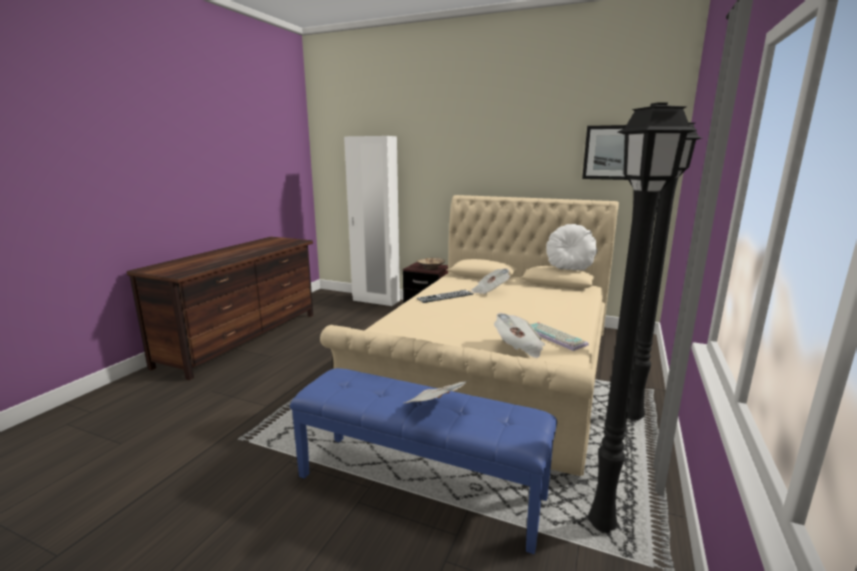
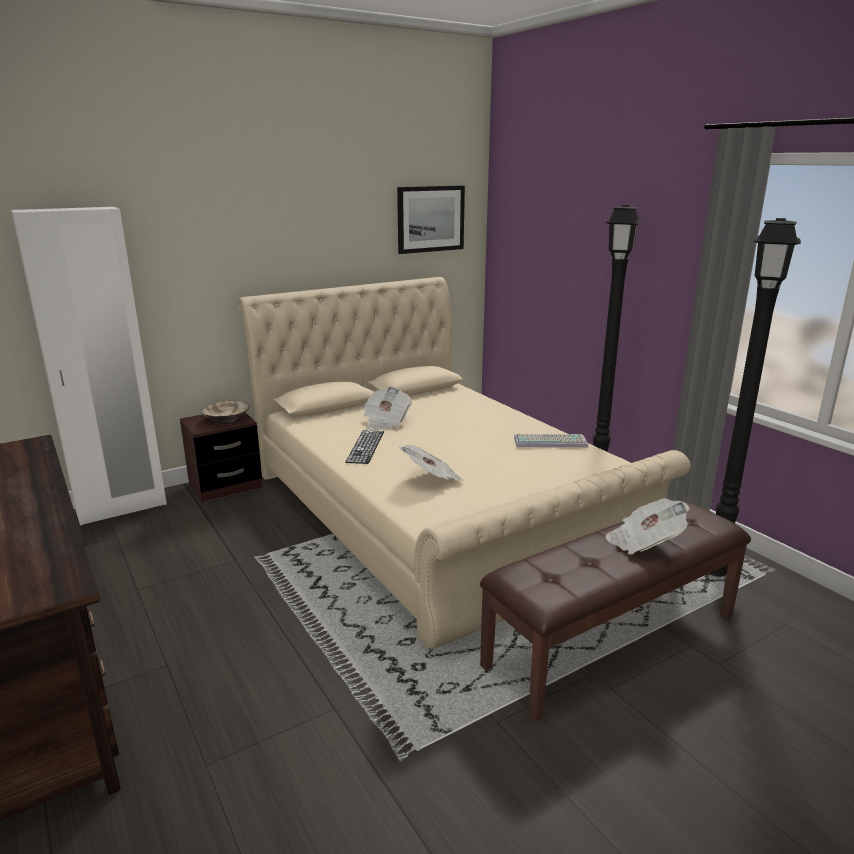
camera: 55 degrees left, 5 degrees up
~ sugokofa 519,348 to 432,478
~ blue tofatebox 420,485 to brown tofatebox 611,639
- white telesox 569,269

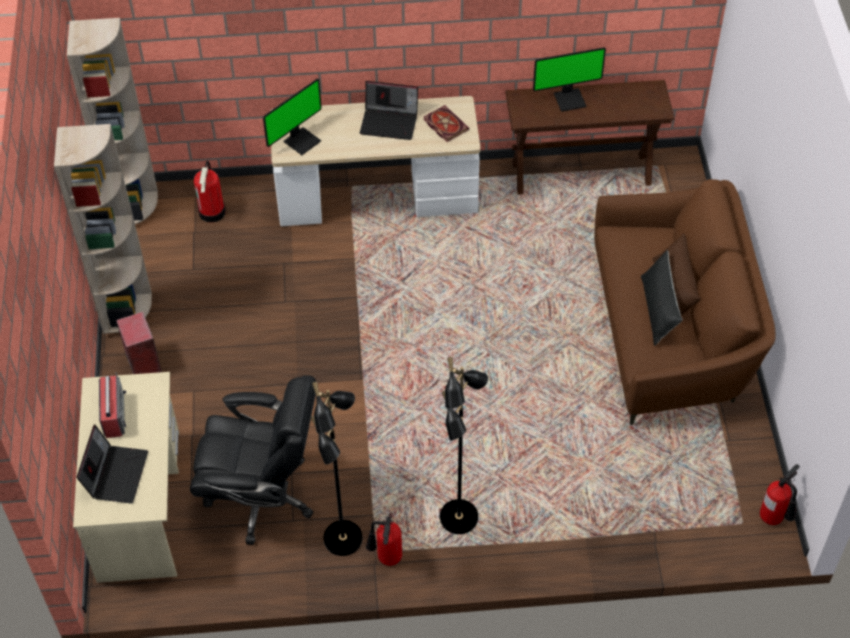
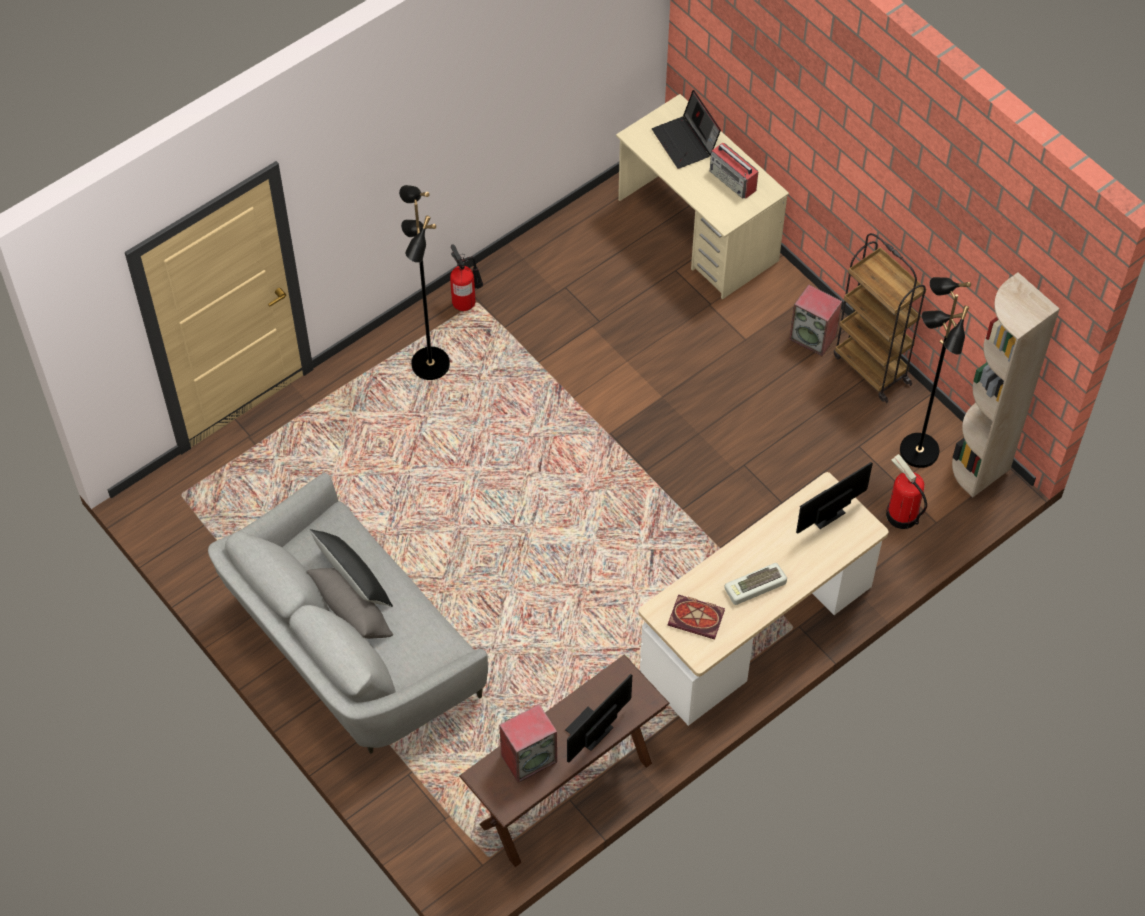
camera: 145 degrees right, 5 degrees up
~ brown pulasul 671,332 to grey pulasul 351,649
+ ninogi 529,757
~ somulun 390,122 to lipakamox 755,587
~ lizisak 301,140 = 823,512 45 degrees clockwise
~ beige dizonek 127,316 to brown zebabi 871,369
~ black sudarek 344,539 to 917,451
- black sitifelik 261,495
- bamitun 775,518

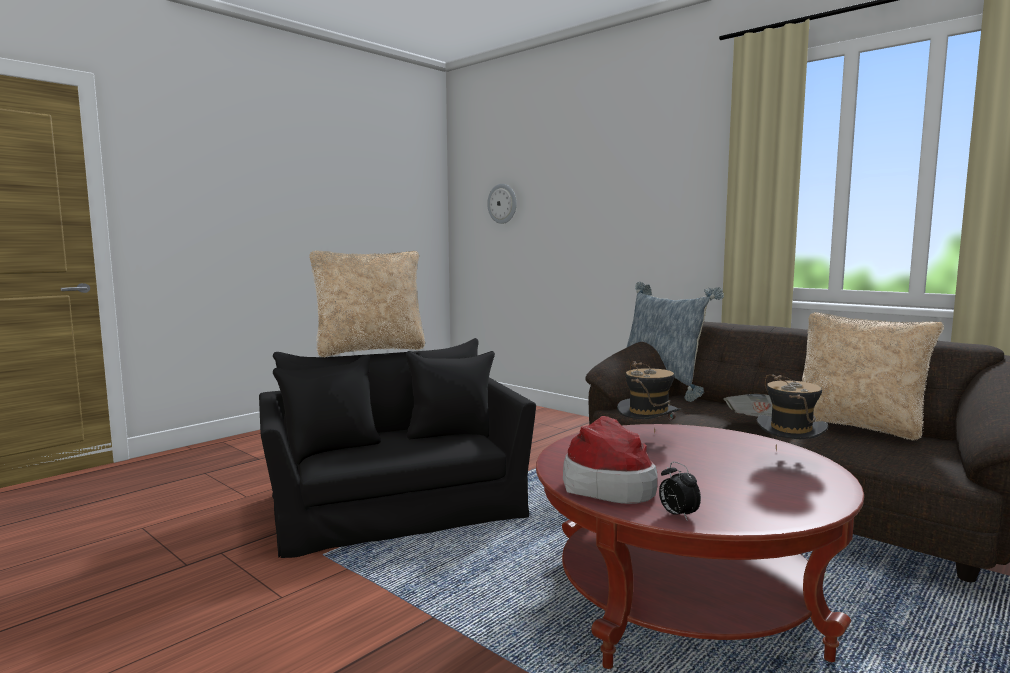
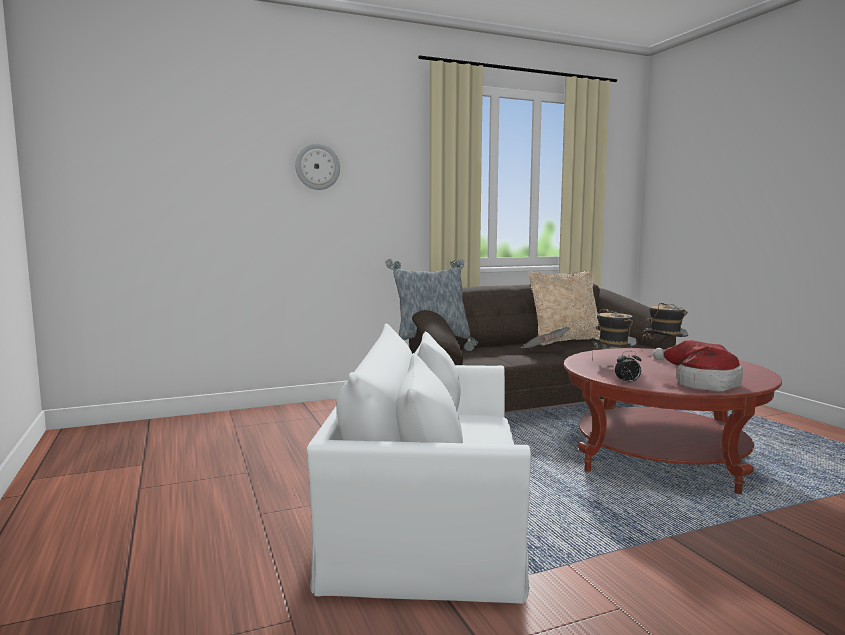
camera: 65 degrees left, 0 degrees up
~ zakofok 502,203 to 317,167
~ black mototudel 396,505 to white mototudel 427,519
~ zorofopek 677,515 to 627,382
- beige telesox 371,352

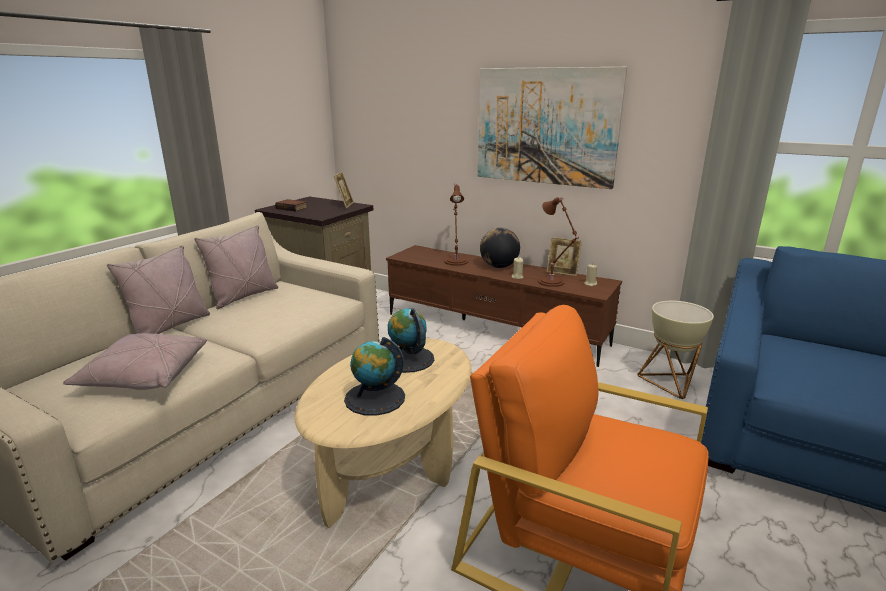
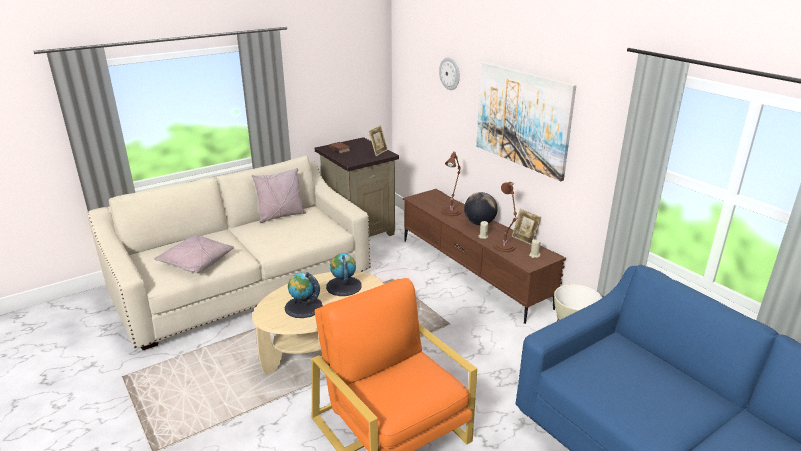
camera: 25 degrees right, 5 degrees up
+ zakofok 450,73
- purple telesox 170,327

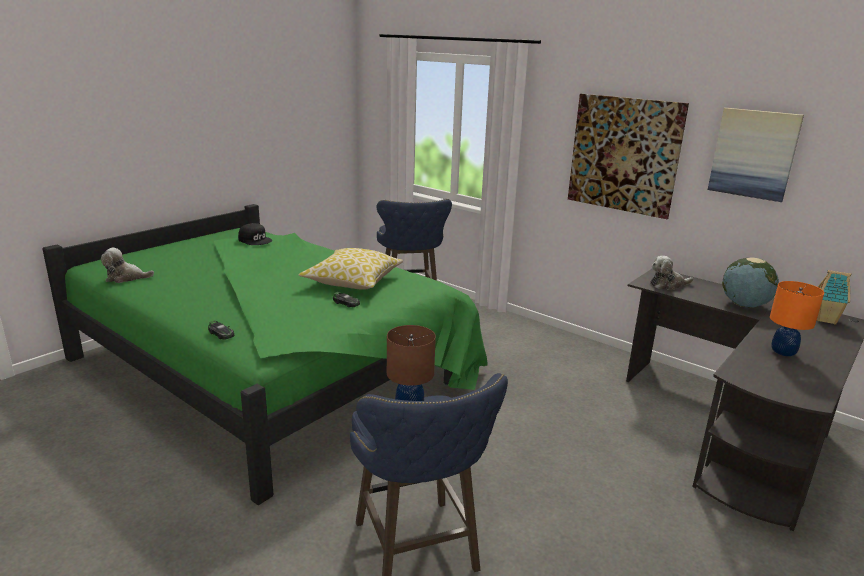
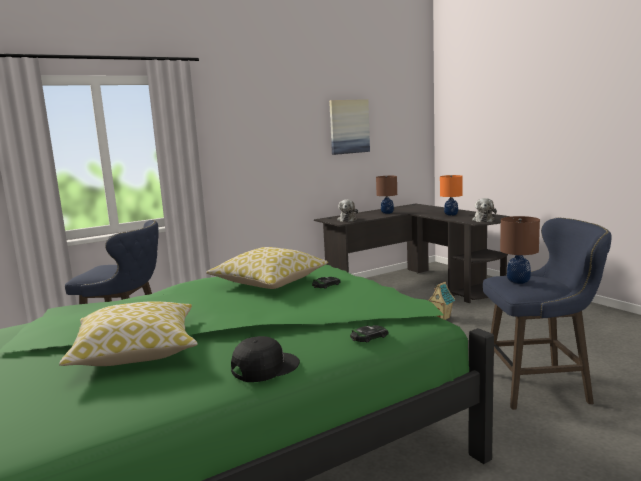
camera: 70 degrees left, 10 degrees down
+ telesox 137,352
~ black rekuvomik 255,240 to 264,367
~ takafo 744,305 to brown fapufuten 387,213
~ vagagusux 826,320 to 442,318
~ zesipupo 126,278 to 483,220
- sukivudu 624,154

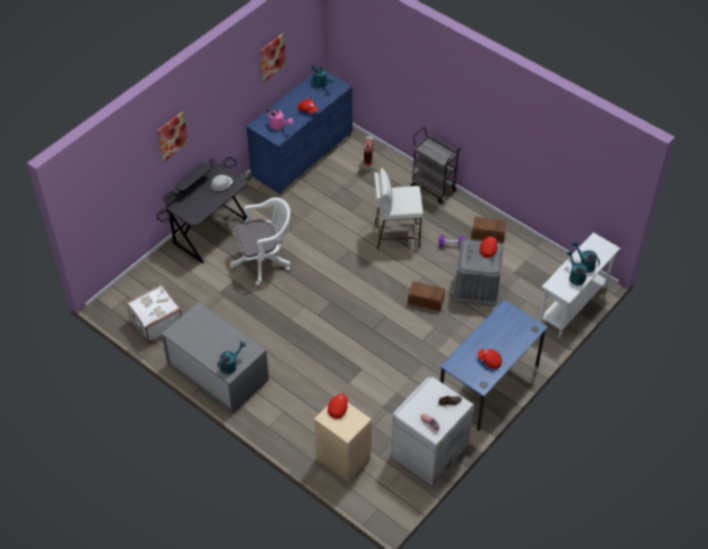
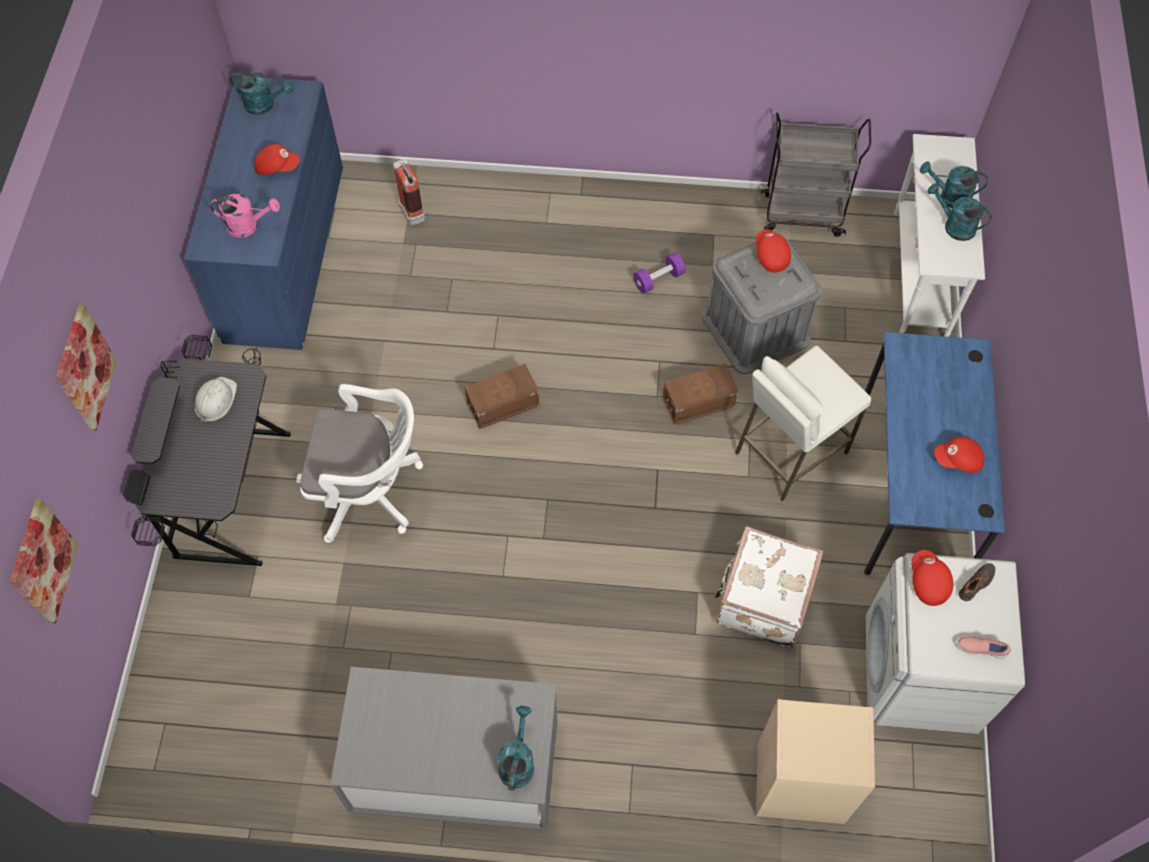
camera: 35 degrees left, 10 degrees up
~ sukivudu 272,57 to 42,562
~ white sitifelik 264,260 = 370,491 60 degrees clockwise
~ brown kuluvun 488,235 to 504,405
~ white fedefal 156,322 to 762,599
~ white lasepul 396,235 to 790,452
~ grey zebabi 433,188 to 803,215
~ red rekuvomik 338,408 to 927,582

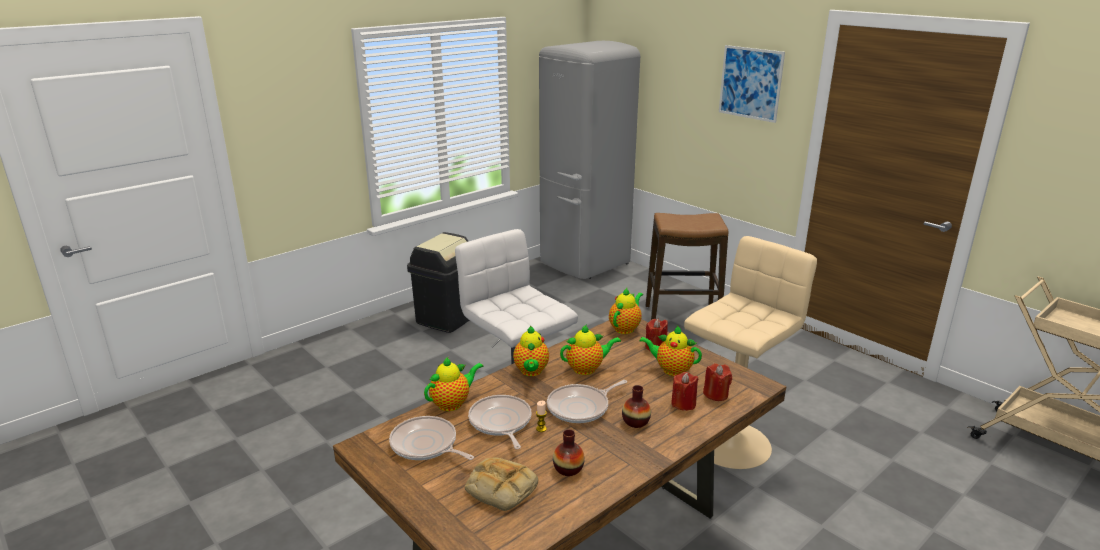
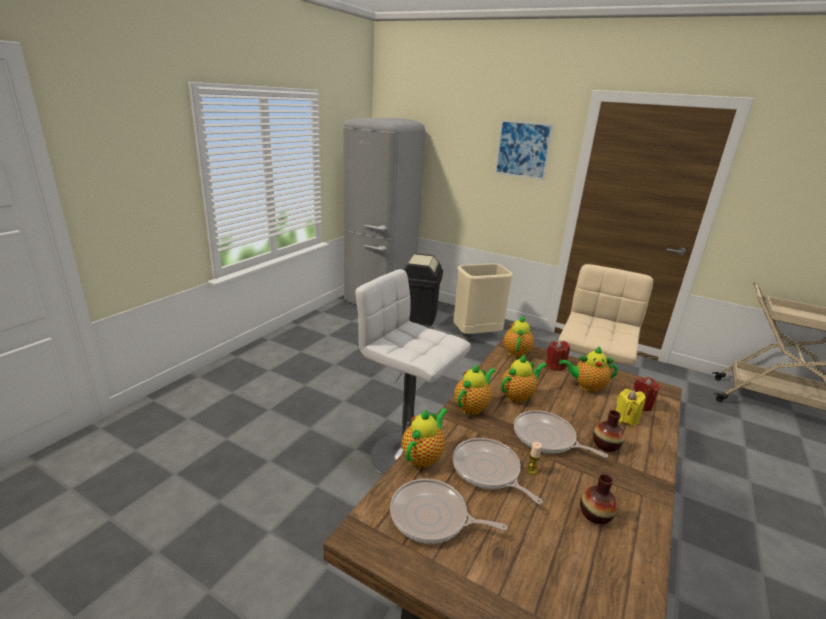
camera: 20 degrees left, 0 degrees up
~ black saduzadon 446,318 to 418,316
~ lasepul 682,317 to beige saduzadon 476,334
~ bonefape 531,372 = 472,407 120 degrees counterclockwise
~ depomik 581,407 = 547,438 90 degrees clockwise
~ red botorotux 683,404 to yellow botorotux 625,418
- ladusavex 500,489

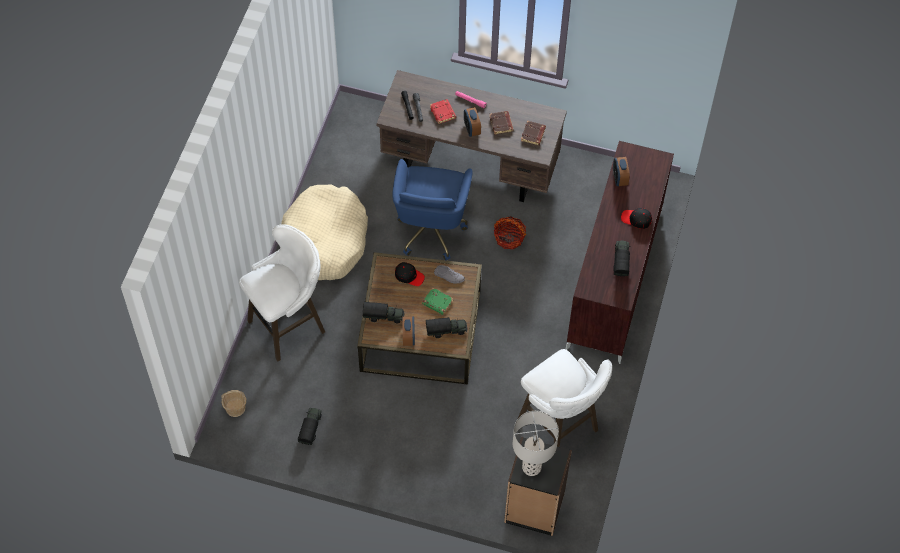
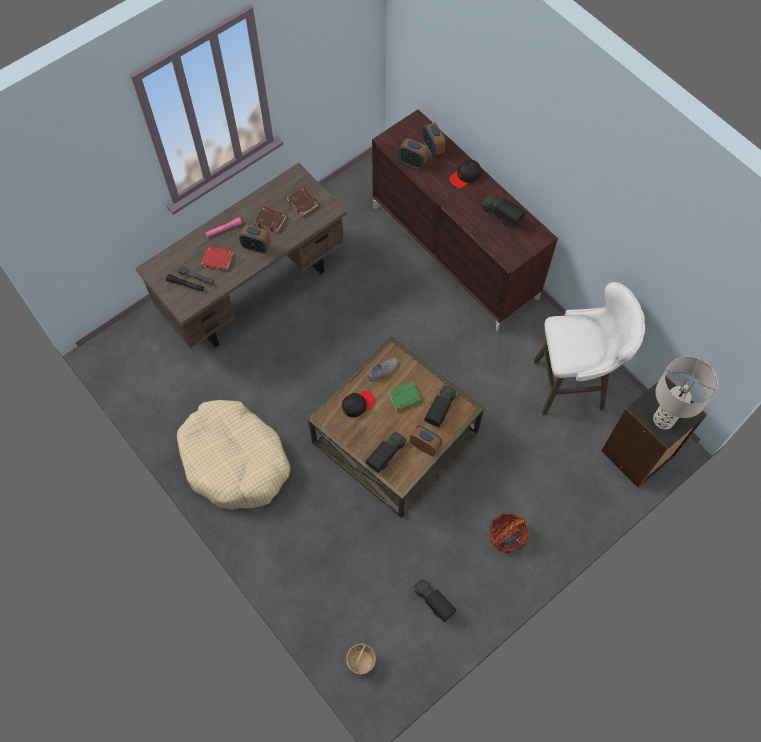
camera: 55 degrees left, 5 degrees up
+ zorofopek 433,148
~ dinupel 509,238 to 506,537
- white lasepul 289,325
- blue sitifelik 431,229

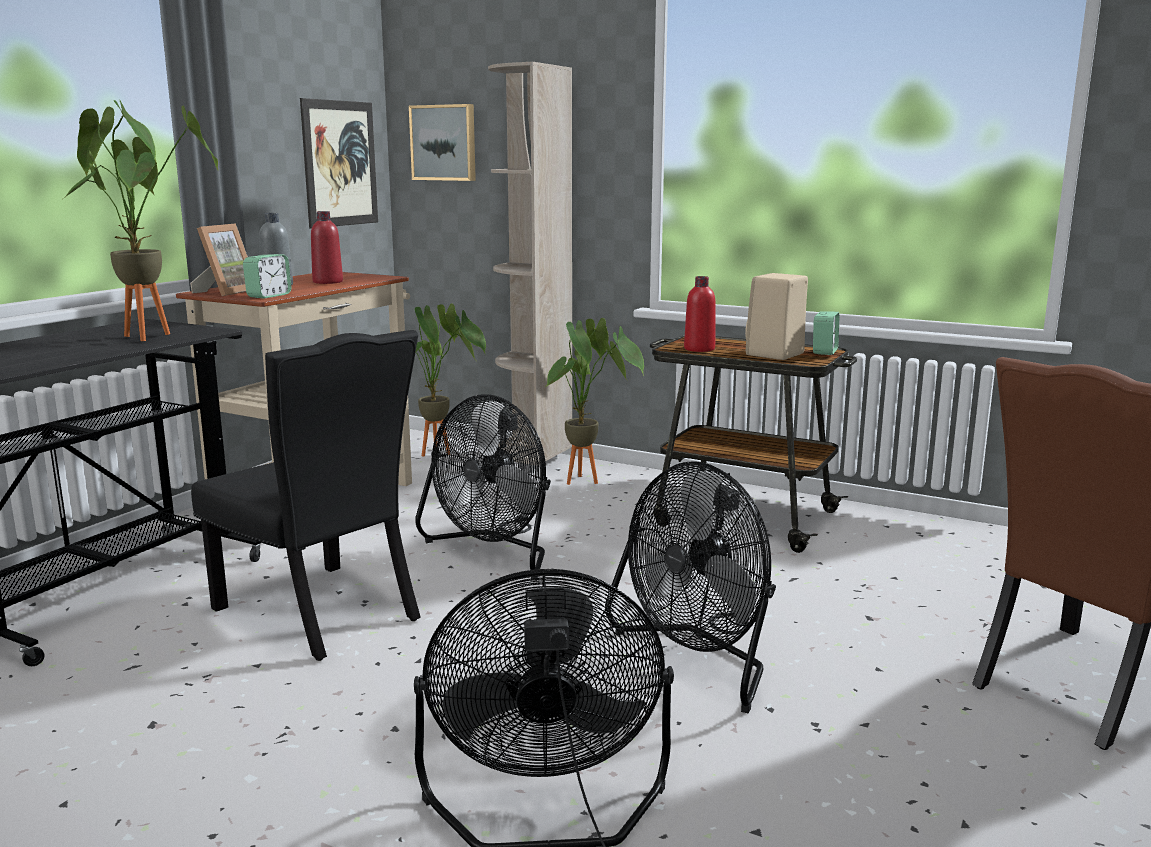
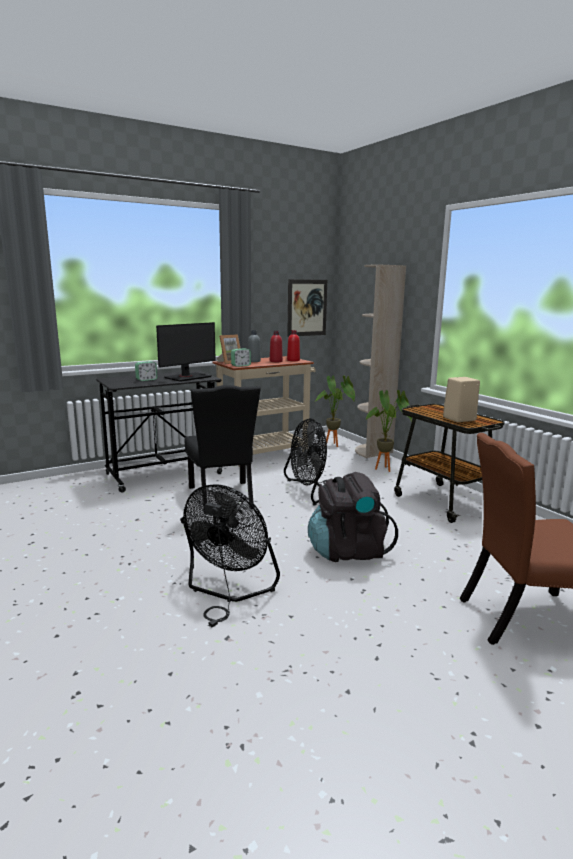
camera: 30 degrees right, 0 degrees up
~ zorofopek 824,351 to 146,380
~ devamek 150,335 to lizisak 187,377
~ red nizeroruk 699,349 to 293,360
~ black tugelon 701,655 to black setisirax 348,551
- sukivudu 444,143

